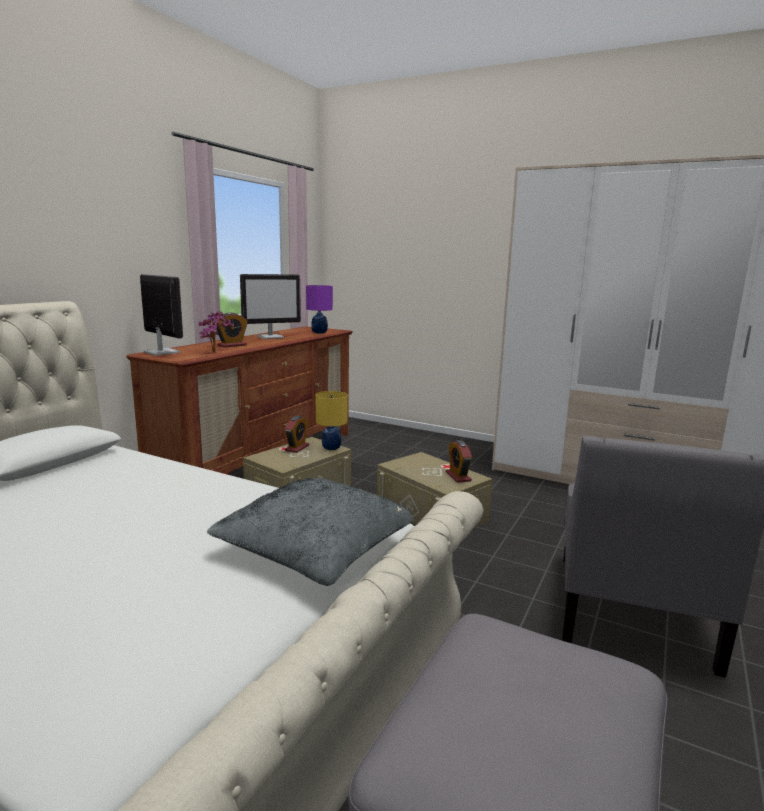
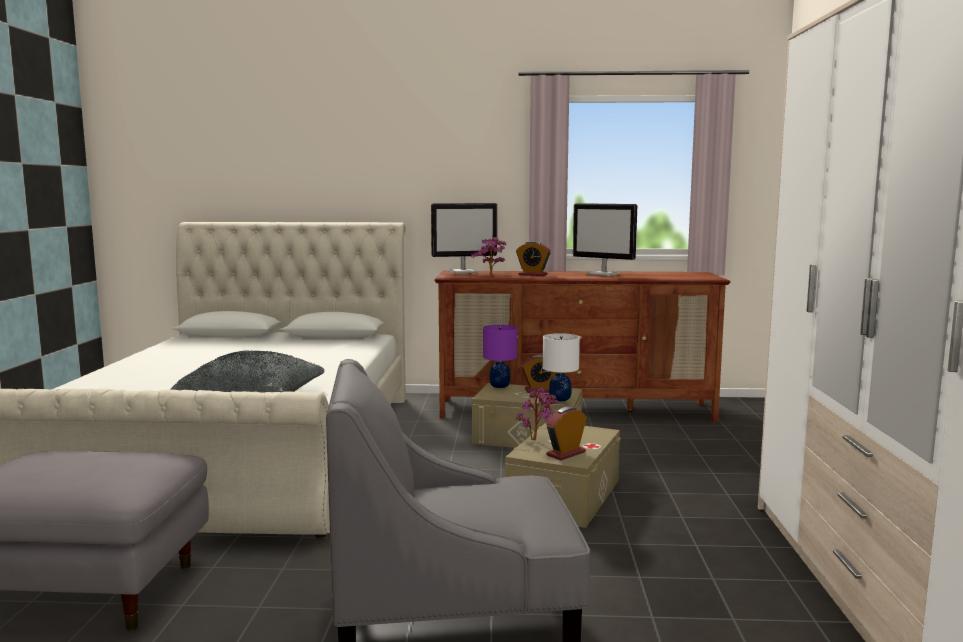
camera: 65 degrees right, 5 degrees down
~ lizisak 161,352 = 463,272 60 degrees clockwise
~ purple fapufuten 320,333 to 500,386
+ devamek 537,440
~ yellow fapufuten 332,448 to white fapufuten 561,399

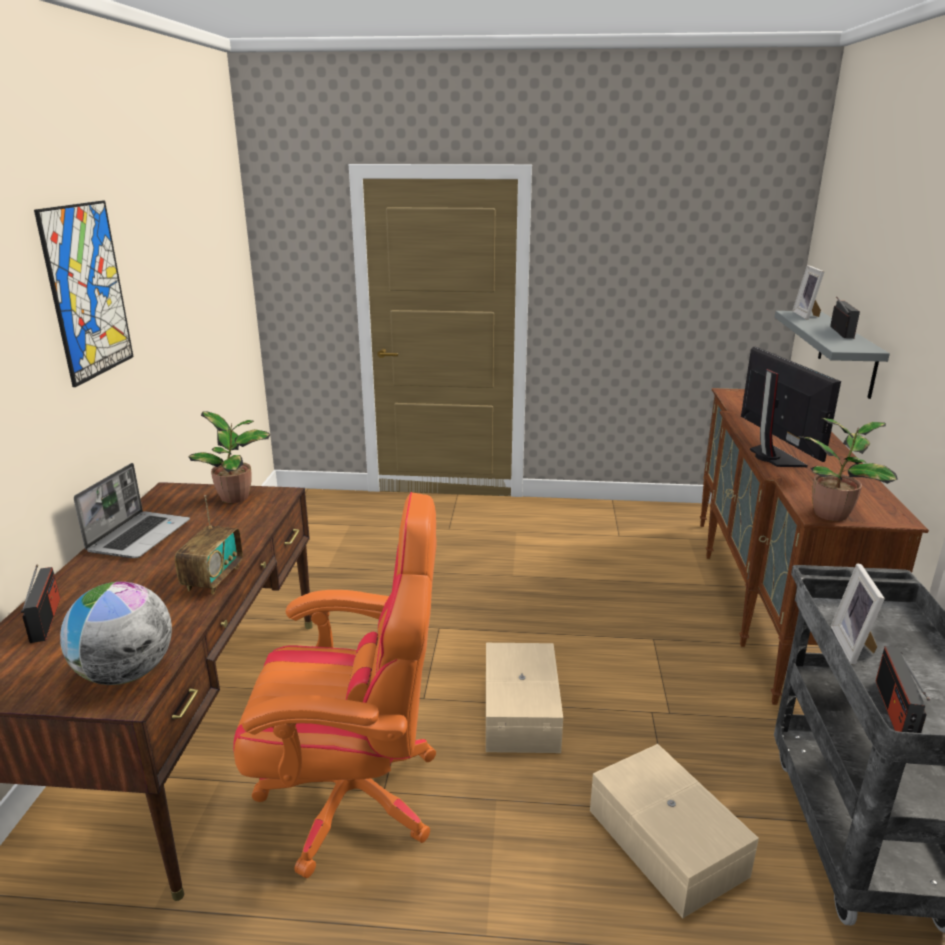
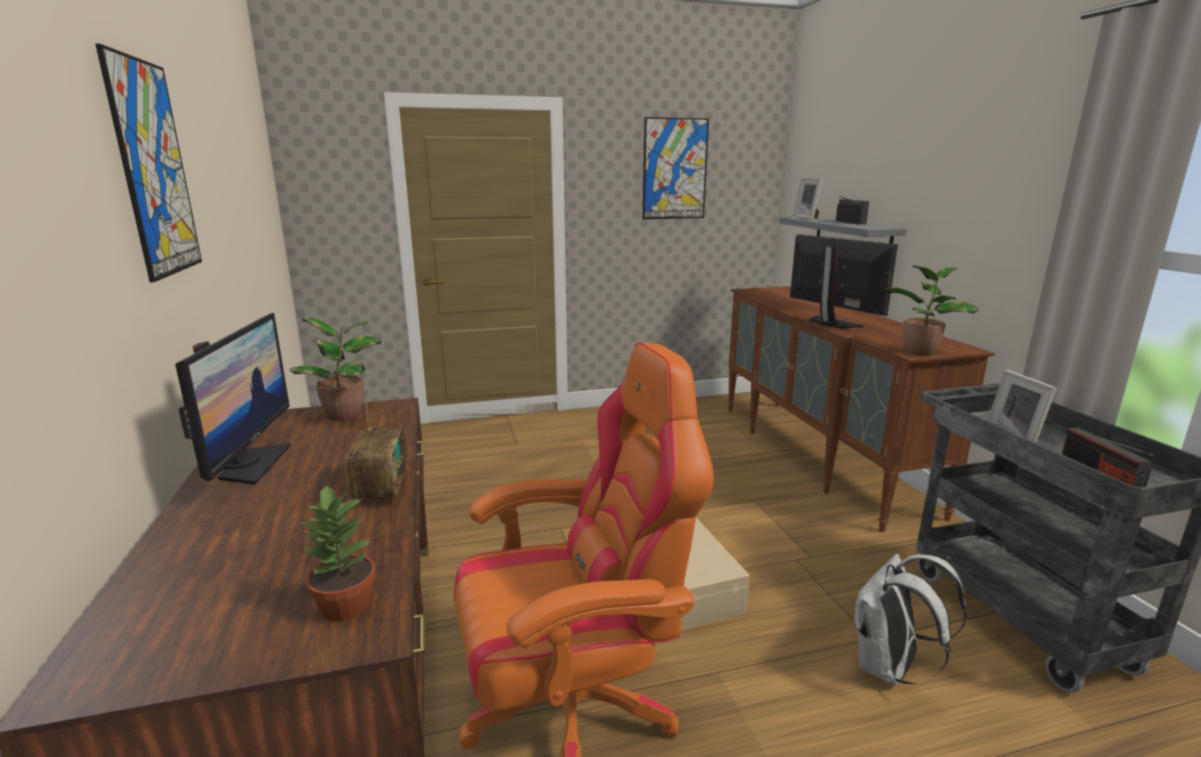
camera: 20 degrees left, 5 degrees down
~ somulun 139,536 to lizisak 250,464
~ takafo 126,673 to devamek 345,607
+ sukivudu 675,169
~ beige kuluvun 665,844 to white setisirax 889,669
- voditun 45,619

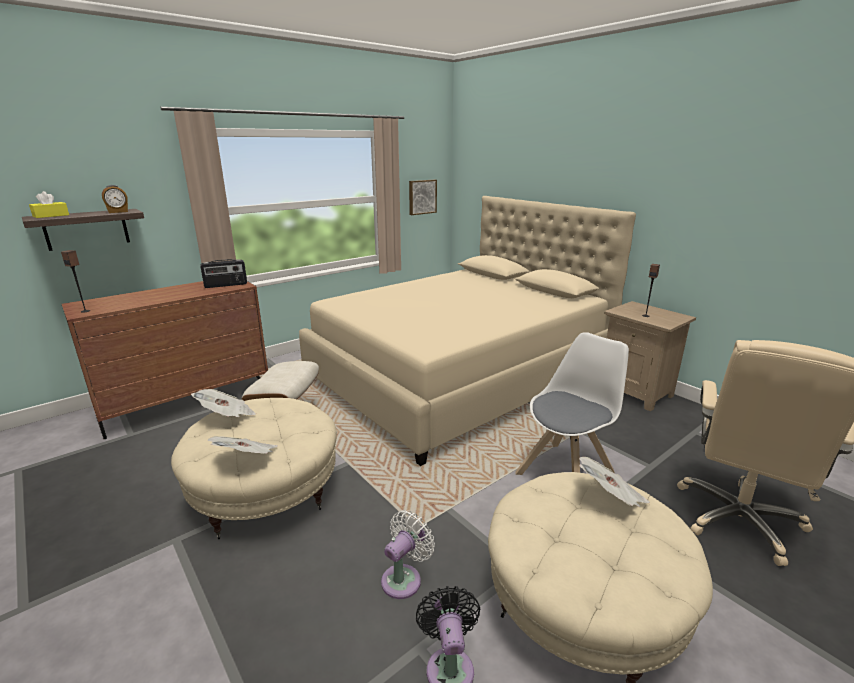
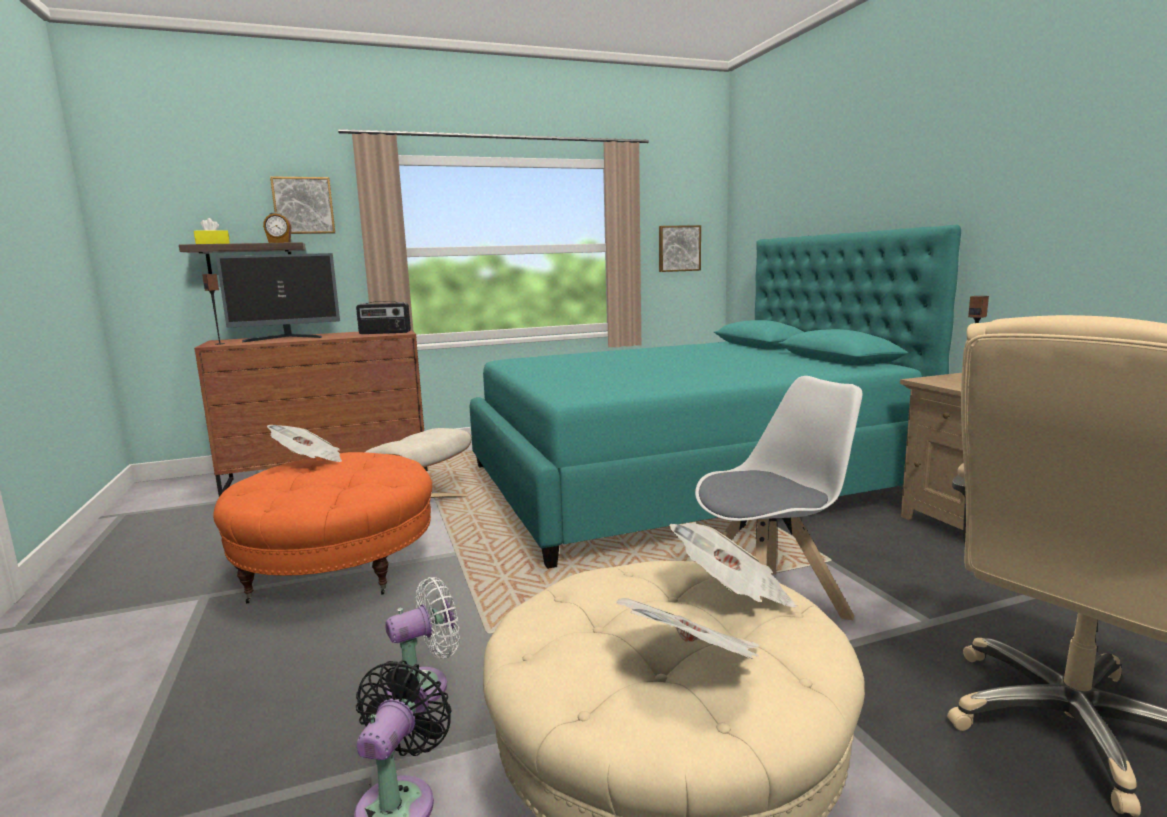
camera: 20 degrees right, 10 degrees down
~ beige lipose 265,491 to orange lipose 337,567
+ lizisak 287,338
+ sukivudu 303,206
~ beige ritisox 459,375 to turquoise ritisox 683,480
~ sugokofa 247,458 to 693,663

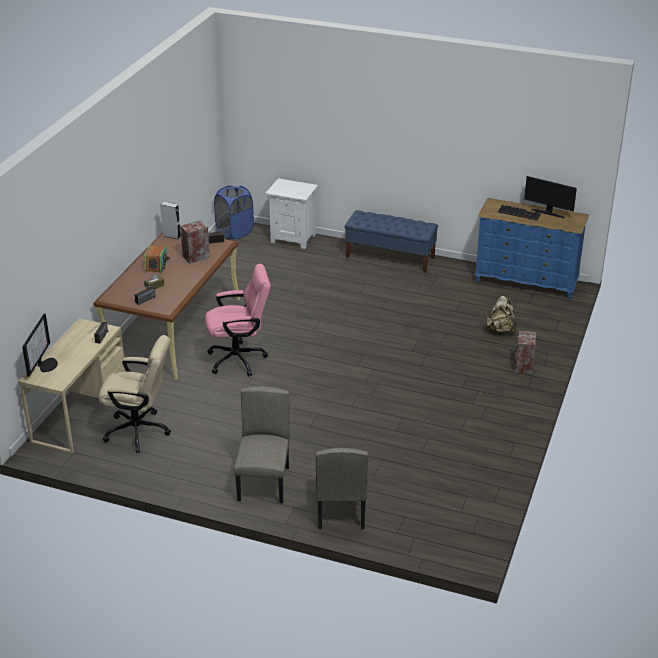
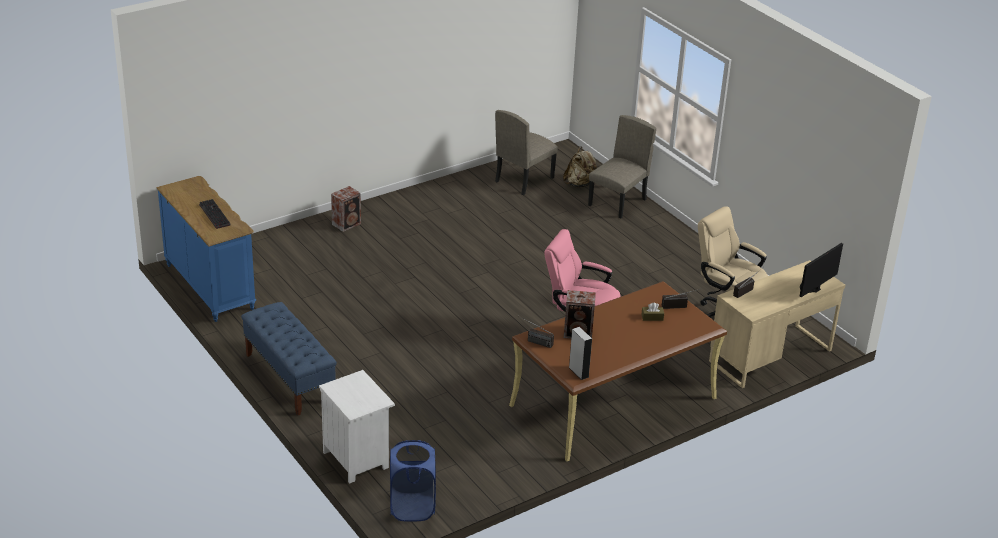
camera: 145 degrees left, 0 degrees up
~ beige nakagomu 264,483 to 524,179
~ beige setisirax 500,330 to 580,184
- voditun 157,265
- lizisak 548,213

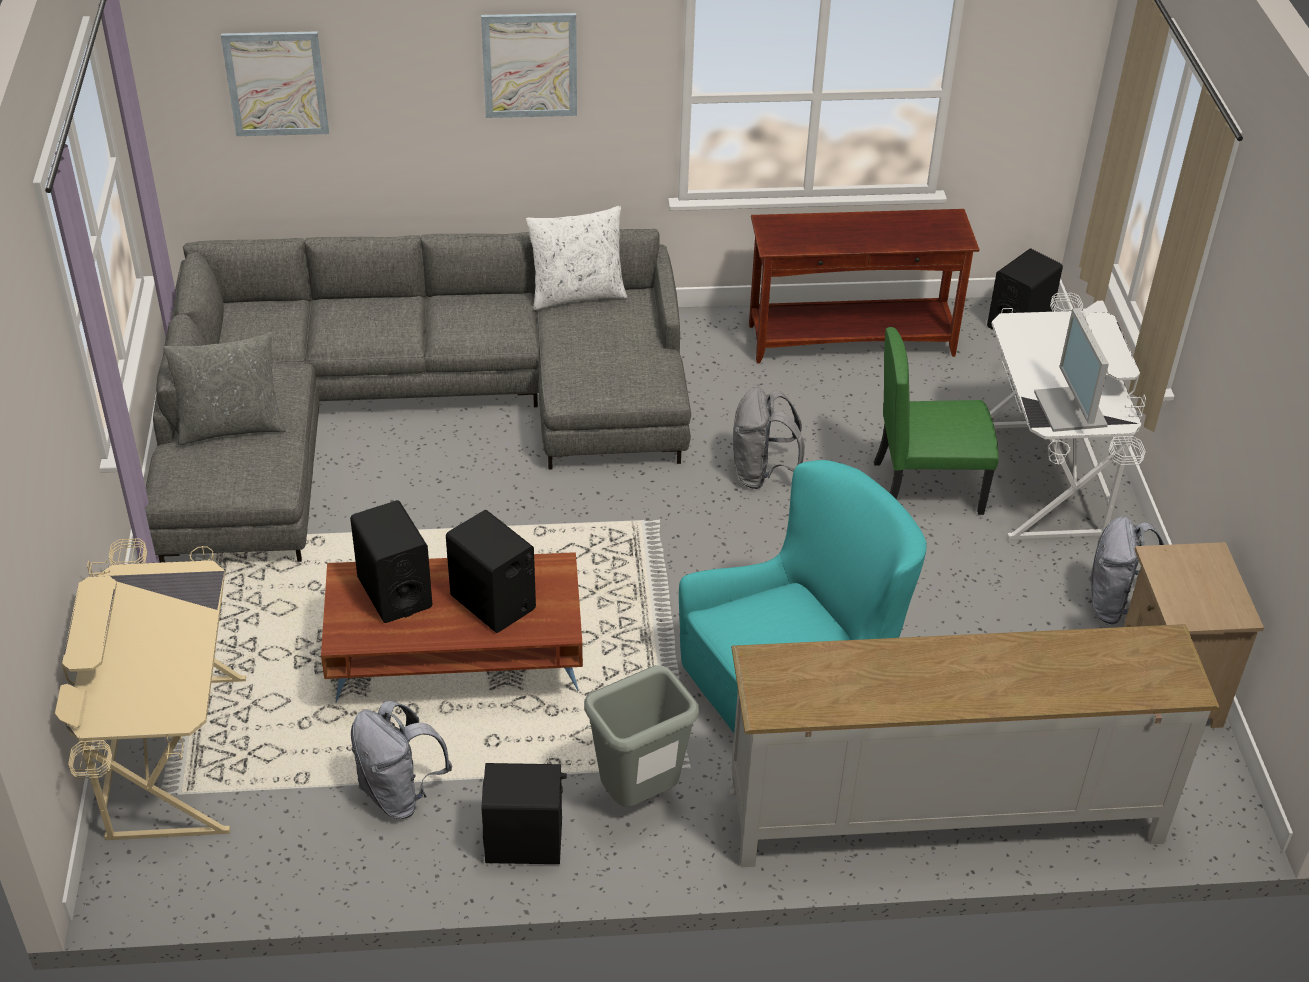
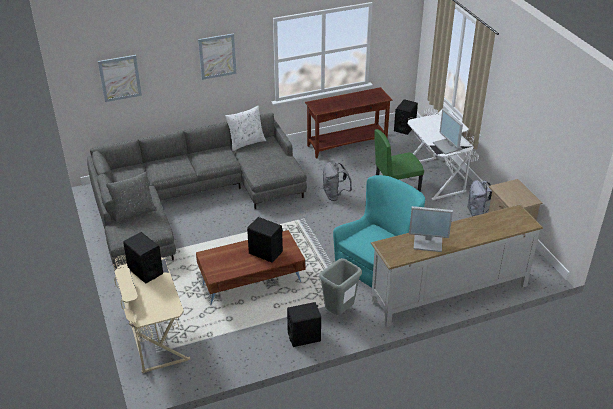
camera: 15 degrees left, 5 degrees down
~ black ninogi 394,592 to 145,271
+ lizisak 428,242
- grey setisirax 400,793

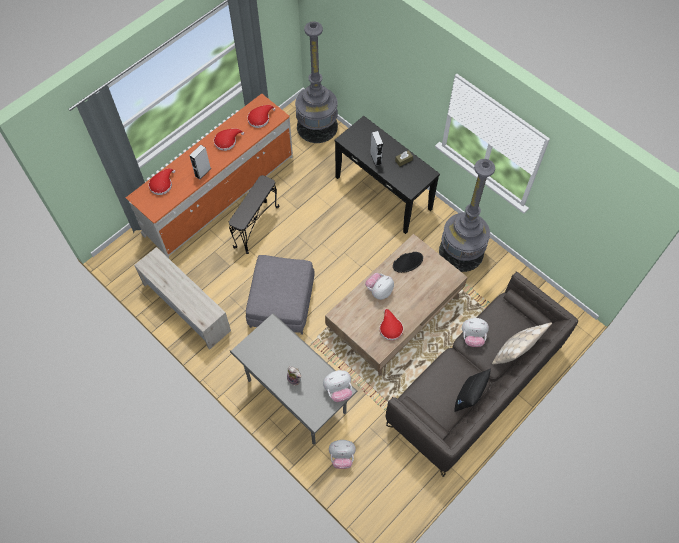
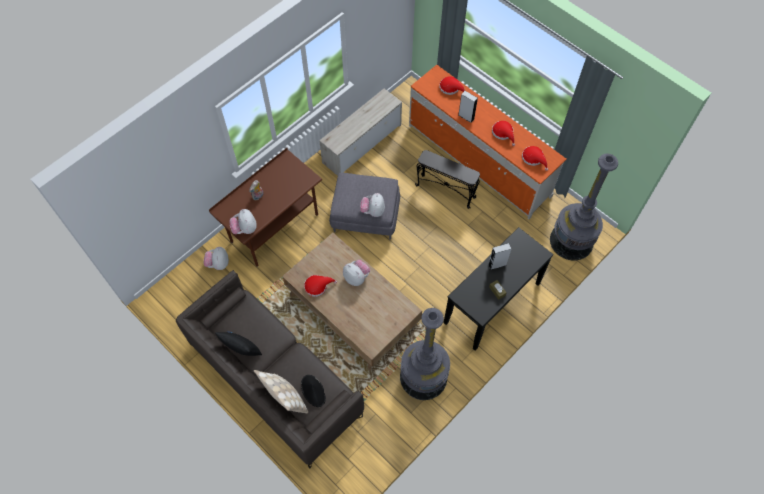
camera: 90 degrees right, 0 degrees up
~ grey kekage 296,397 to brown kekage 274,228
~ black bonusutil 408,262 to 313,391
~ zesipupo 473,337 to 373,211

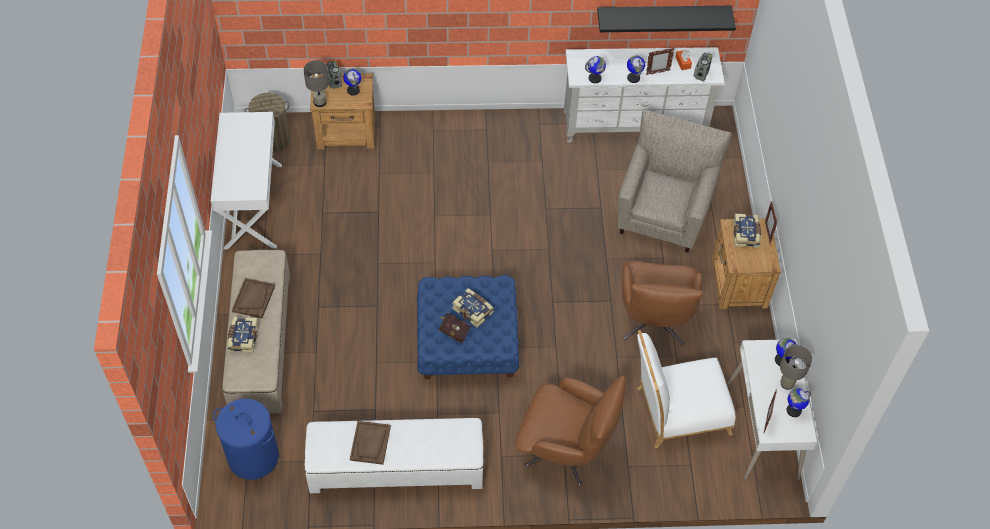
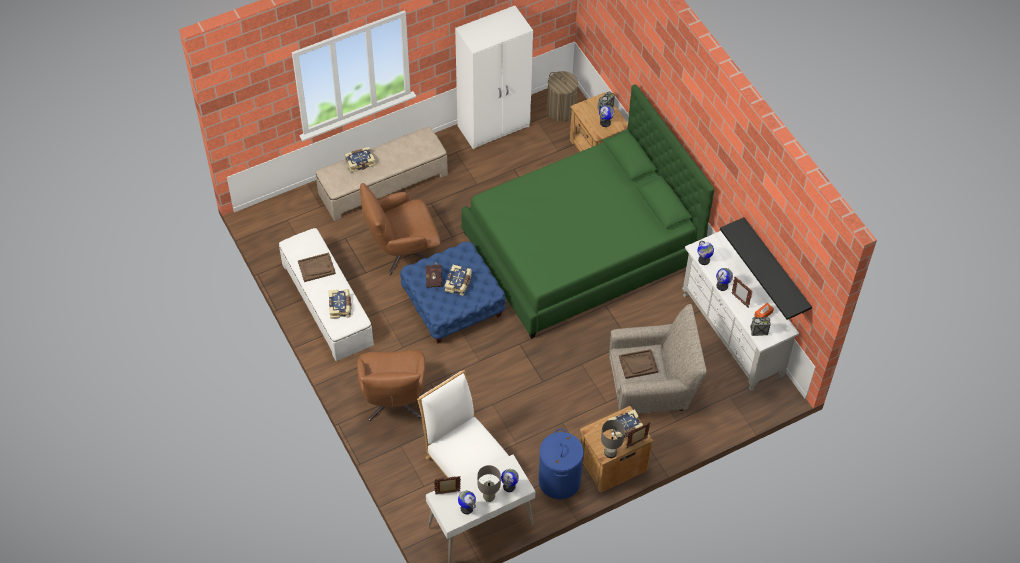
camera: 65 degrees right, 0 degrees up
+ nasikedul 340,306
~ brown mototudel 654,320 to 402,250
~ white kekage 252,206 to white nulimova 494,126
+ green ritisox 581,248
~ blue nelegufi 253,457 to 559,480
~ grey fapufuten 319,102 to 610,452
~ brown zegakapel 253,298 to 638,364

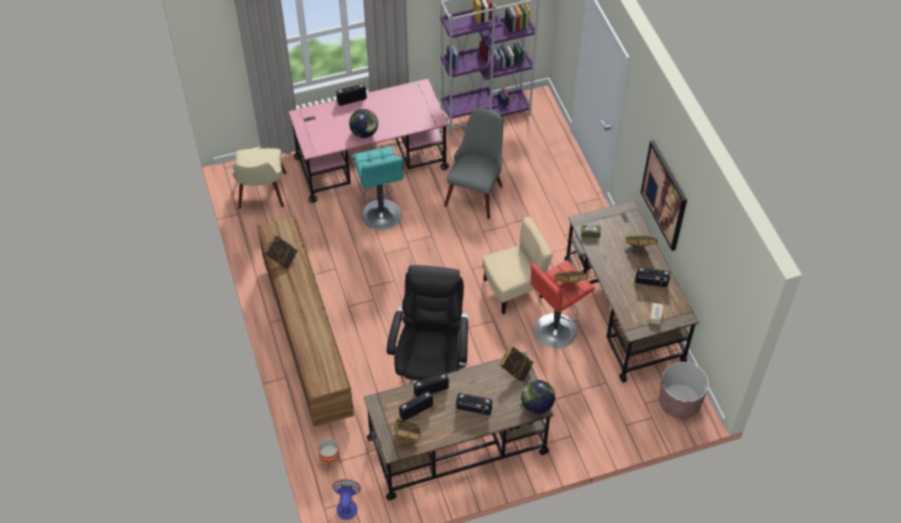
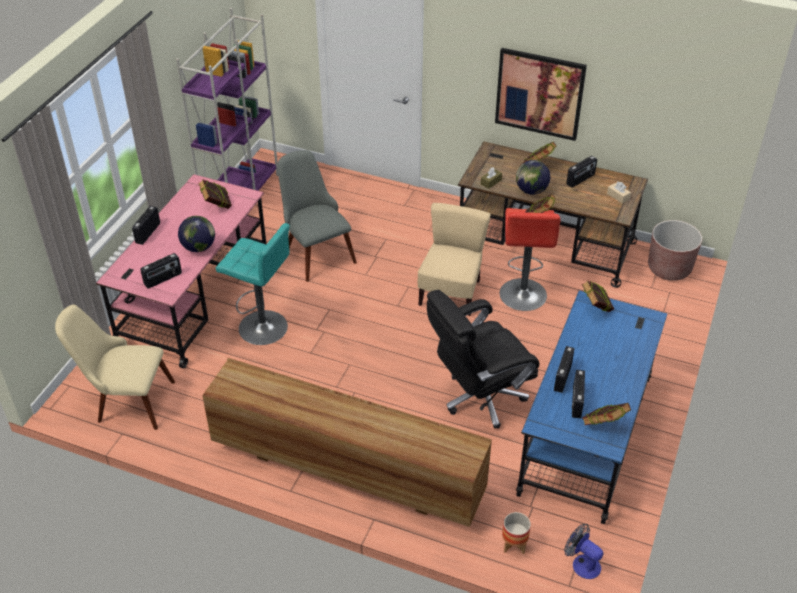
camera: 50 degrees left, 10 degrees down
~ beige nakagomu 261,196 = 126,401 150 degrees clockwise
~ voditun 474,409 to 163,279
~ nasikedul 282,260 to 217,206
~ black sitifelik 431,368 = 479,399 75 degrees counterclockwise
~ takafo 536,405 to 531,190
~ brown kekage 458,446 to blue kekage 586,433

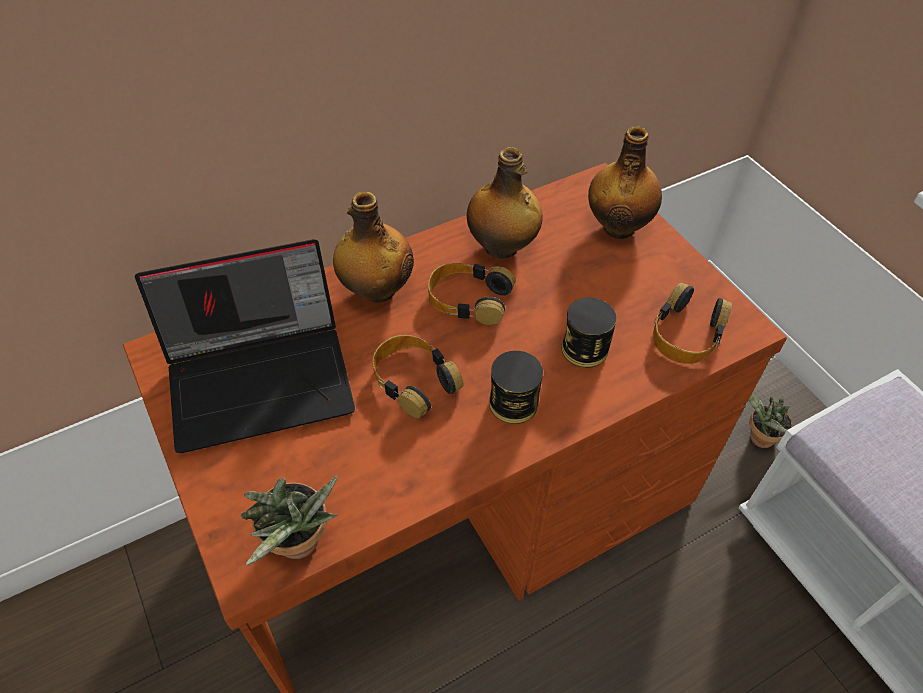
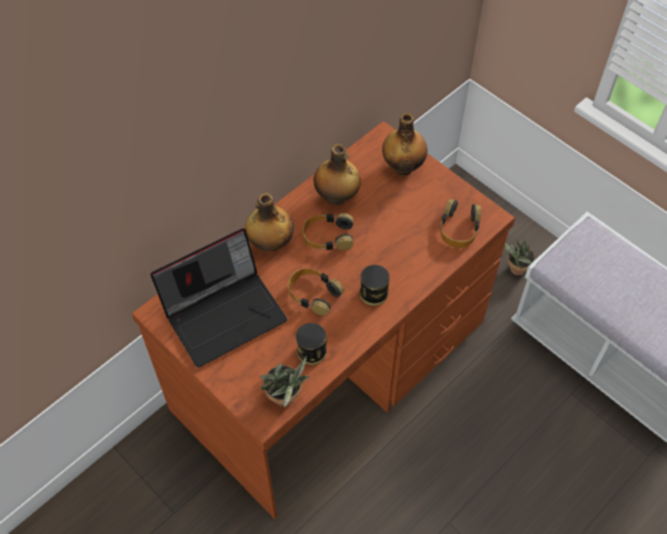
camera: 15 degrees left, 5 degrees up
~ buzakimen 584,349 to 311,351

